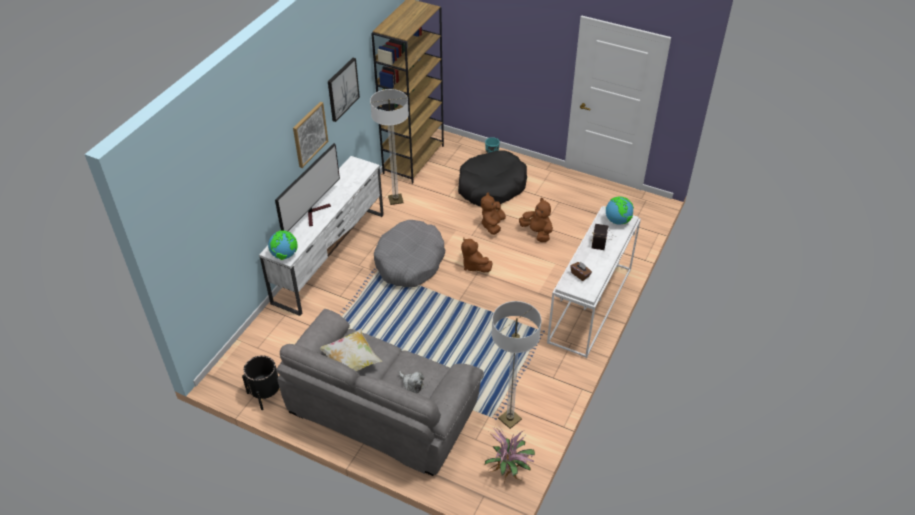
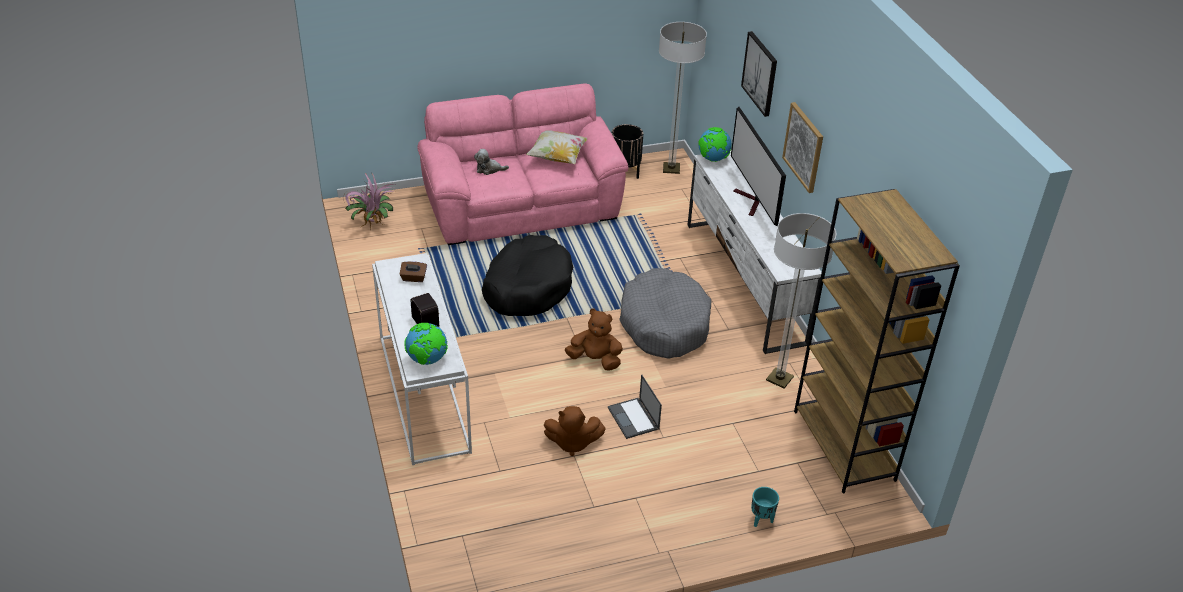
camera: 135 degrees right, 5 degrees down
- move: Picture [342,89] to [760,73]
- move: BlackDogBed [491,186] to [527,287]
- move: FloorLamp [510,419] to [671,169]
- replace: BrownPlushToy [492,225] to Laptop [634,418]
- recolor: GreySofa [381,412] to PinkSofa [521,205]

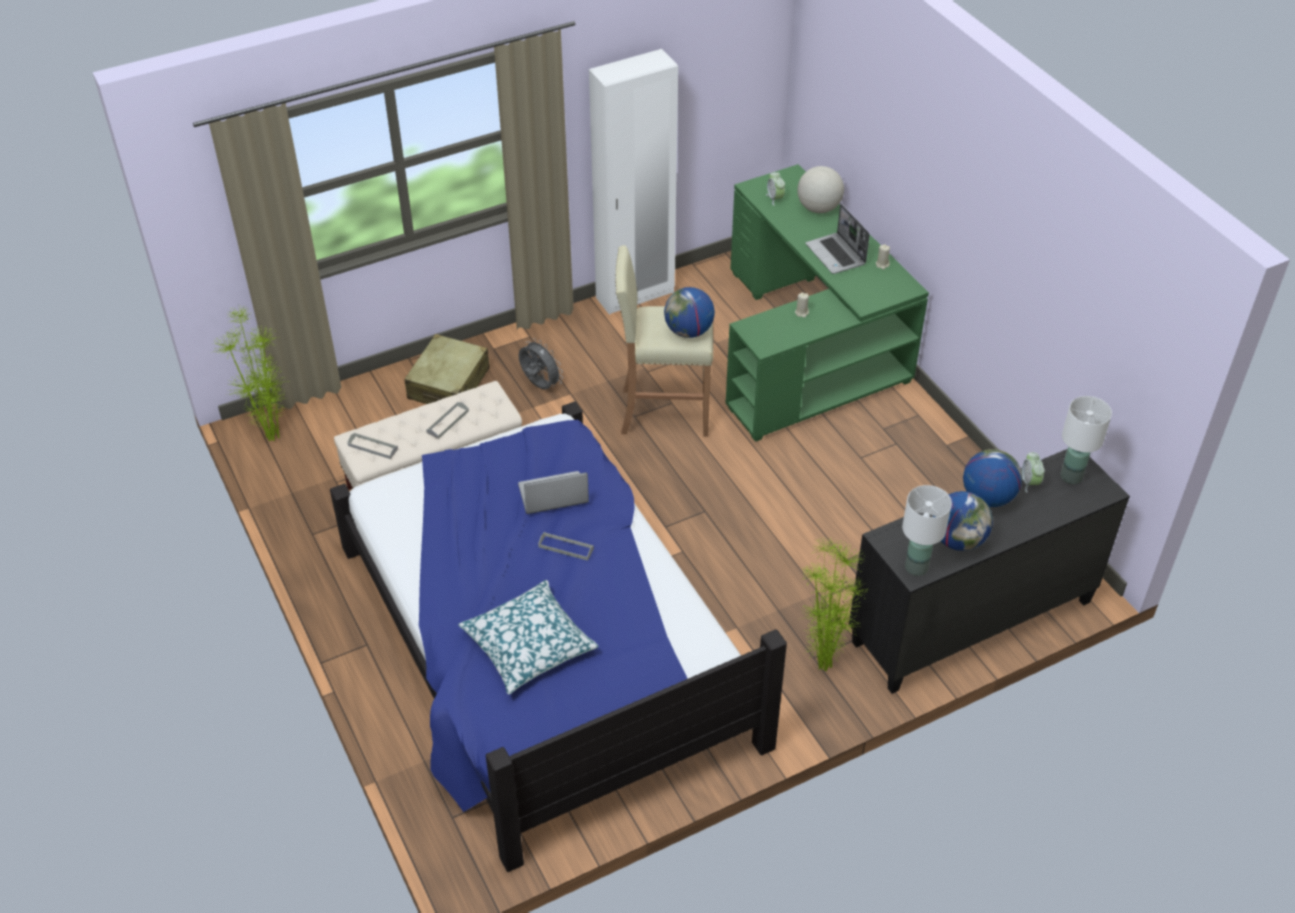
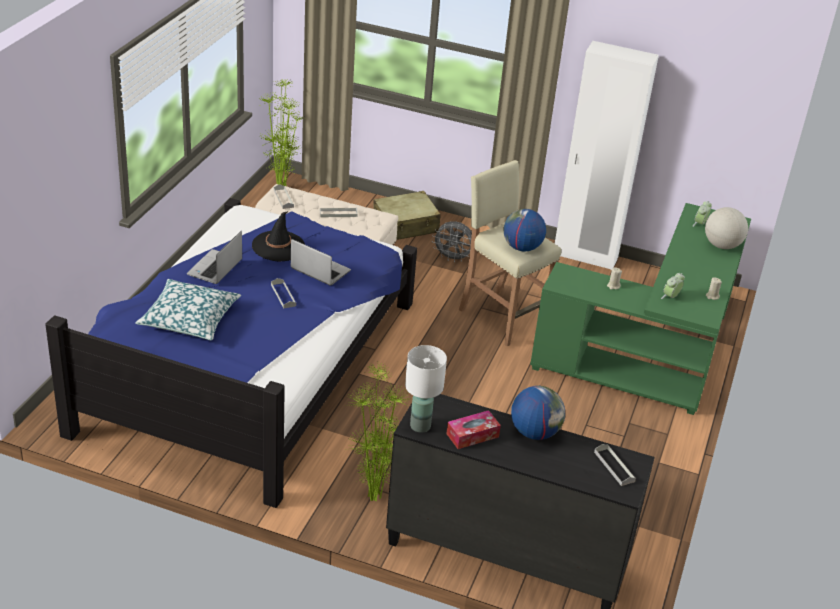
camera: 45 degrees right, 10 degrees down
- insert: BlackHat [278,246]
- move: Laptop [836,255] to [215,268]
- move: AlarmClock [1029,483] to [671,297]
- replace: Globe [958,540] to TissueBox [472,435]
- replace: WhiteTableLamp [1070,477] to GreyTray [614,467]
- rotate: GreyFan [539,385] = [453,258] 105 degrees clockwise

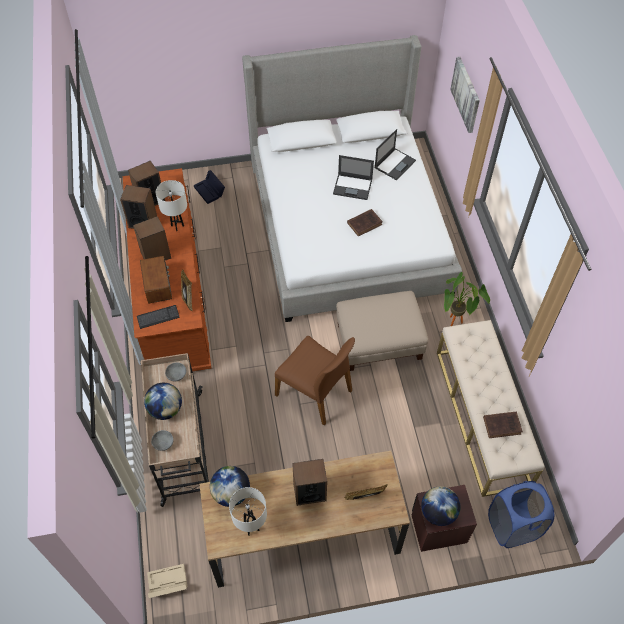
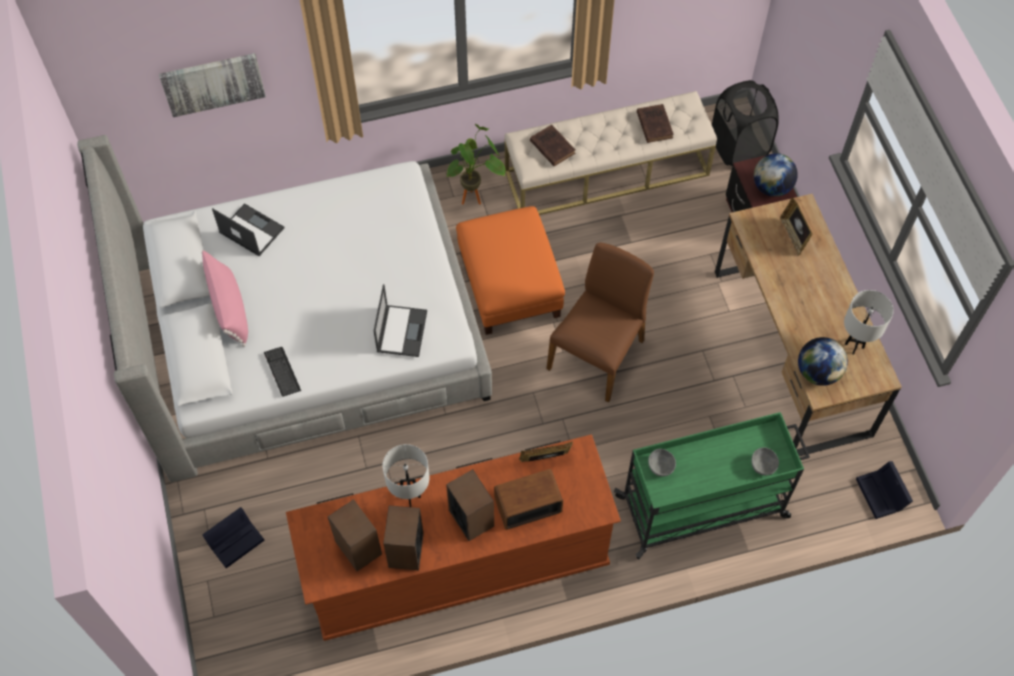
camera: 95 degrees left, 5 degrees up
- delete: Globe [165,409]
- delete: Speaker [309,492]
- insert: PinkPillow [229,307]
- move: Keyboard [158,317] to [282,372]
- move: Laptop [353,187] to [402,330]
- move: BrownBook [365,223] to [551,146]
- recolor: BeigeCart [182,448] to GreenCart [704,506]
- recolor: BeigeStorageBox [166,584] to BlackStorageBox [882,495]
- recolor: BeigeOttoman [379,340] to OrangeOttoman [508,283]
- recolor: BlueLaundryBasket [512,526] to BlackLaundryBasket [738,148]

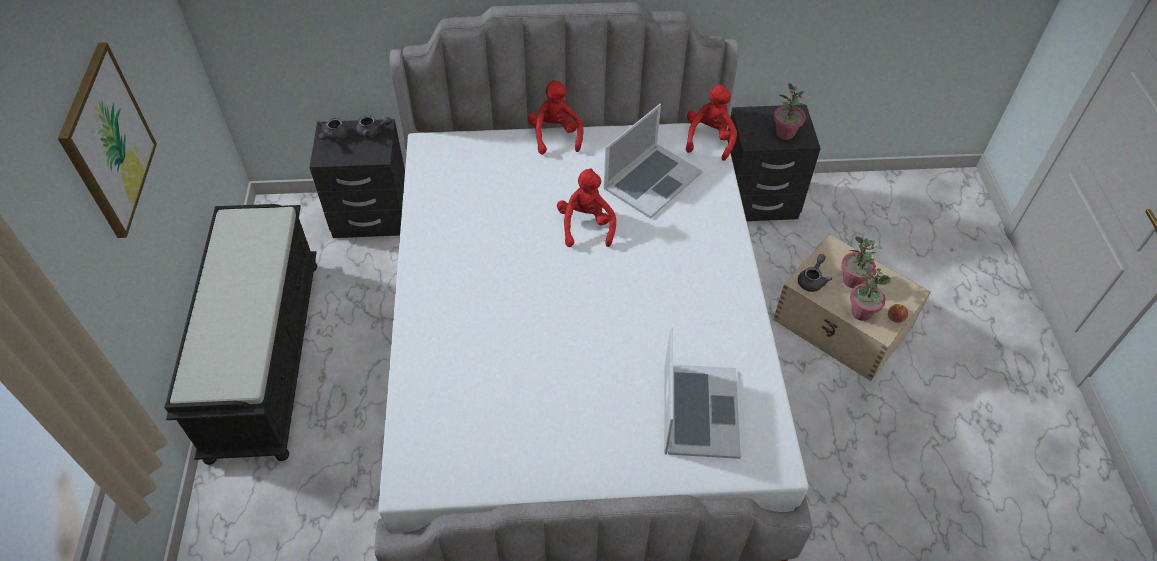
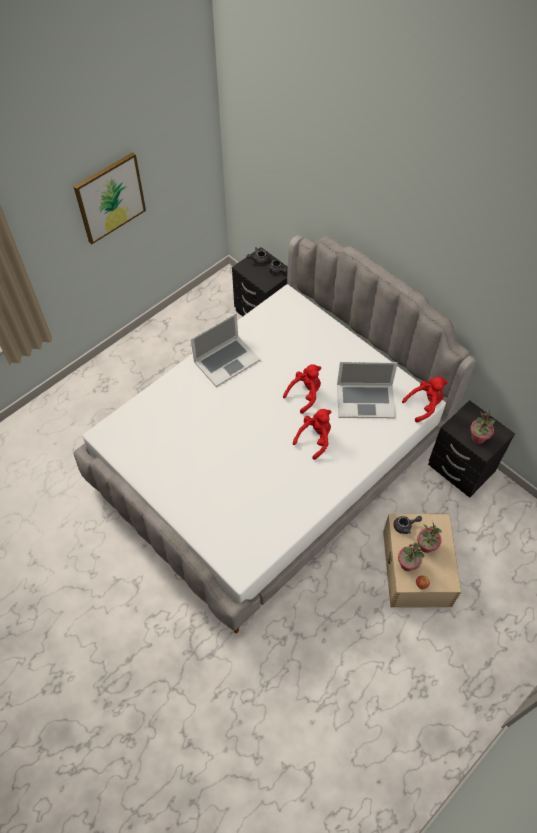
camera: 50 degrees right, 5 degrees up
- delete: BlackBench [263,355]
- move: RedPlushToy [555,135] to [315,439]
- move: Laptop [699,410] to [226,360]

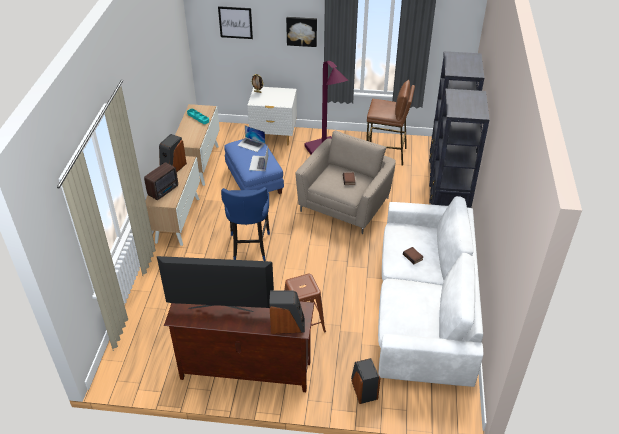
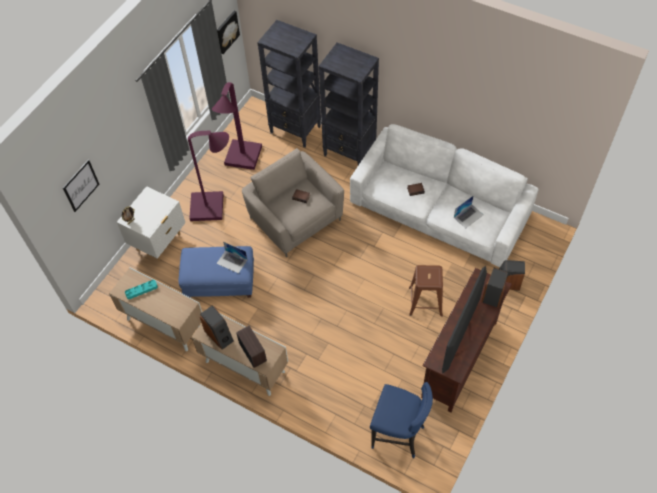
camera: 65 degrees left, 15 degrees up
- move: BlueStool [249,247] to [398,435]
- move: Laptop [251,144] to [468,216]
- move: Picture [301,31] to [227,31]
- replace: BrownStool [386,154] to PurpleFloorLamp [241,160]

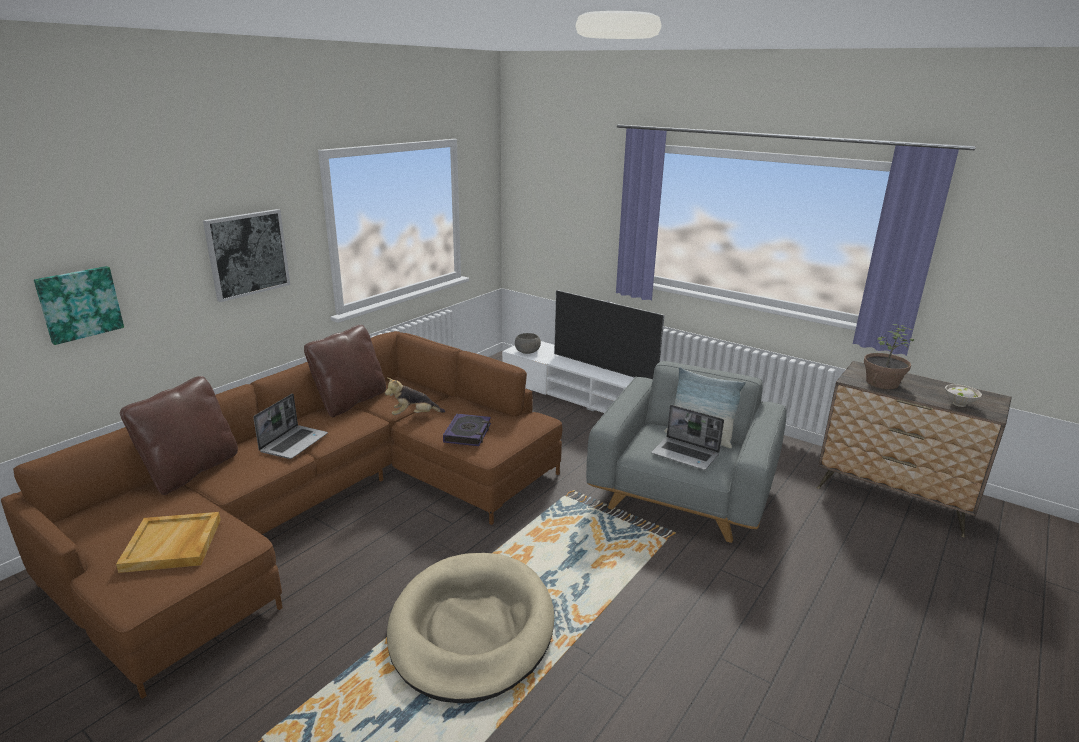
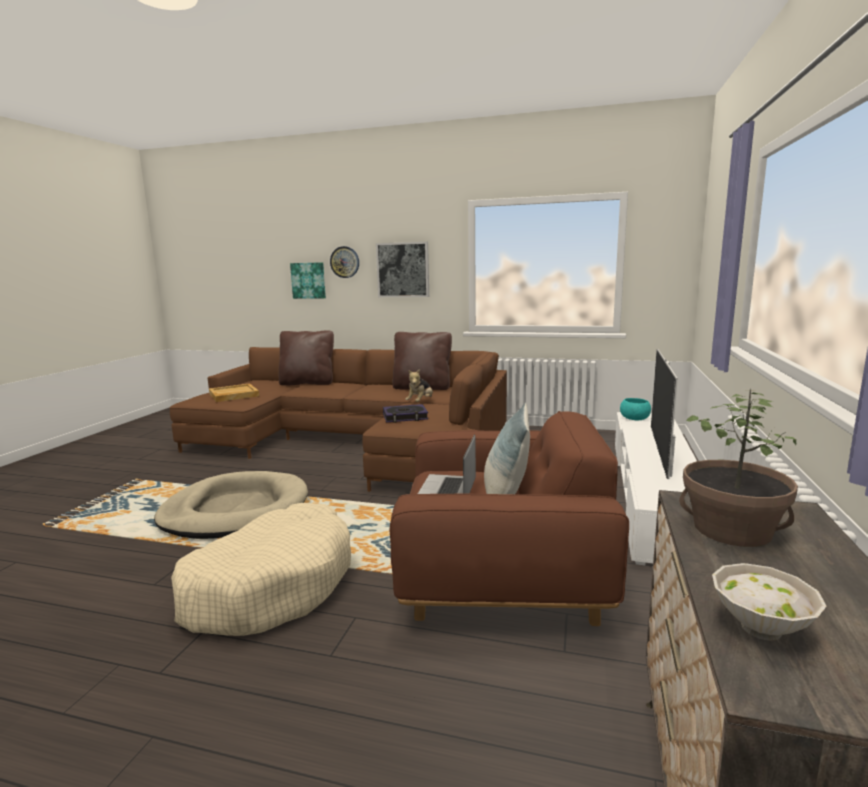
camera: 70 degrees right, 10 degrees down
- delete: Laptop [294,443]
- insert: BeigeDogBed [270,585]
- insert: WallClock [345,262]
- recolor: GreyBowl [527,351] to TurquoiseBowl [635,418]
- recolor: GreyArmchair [683,493] to BrownArmchair [500,573]
- rotate: PlushToy [414,415] = [420,402] 120 degrees counterclockwise

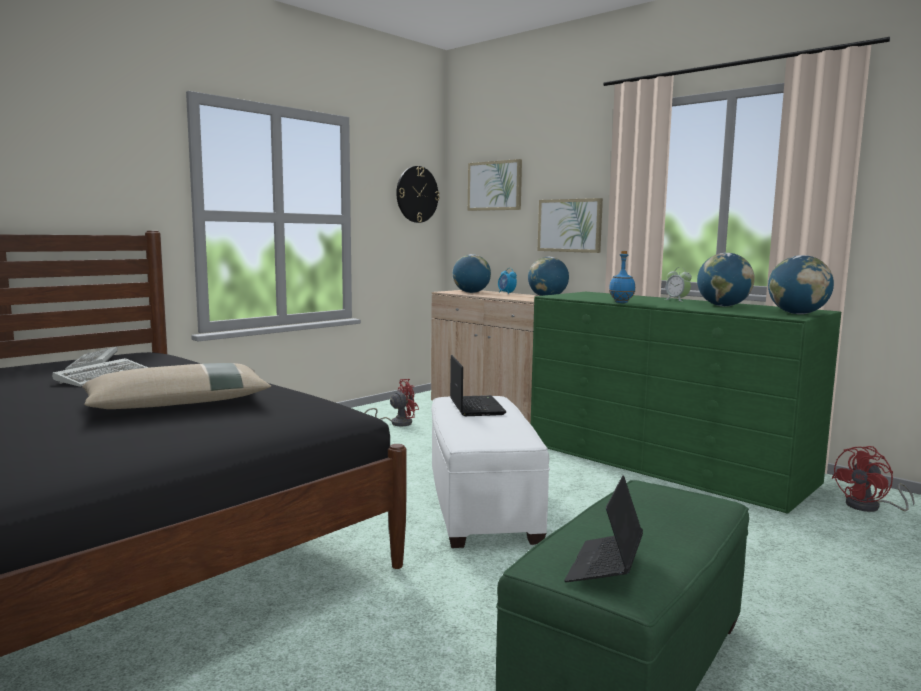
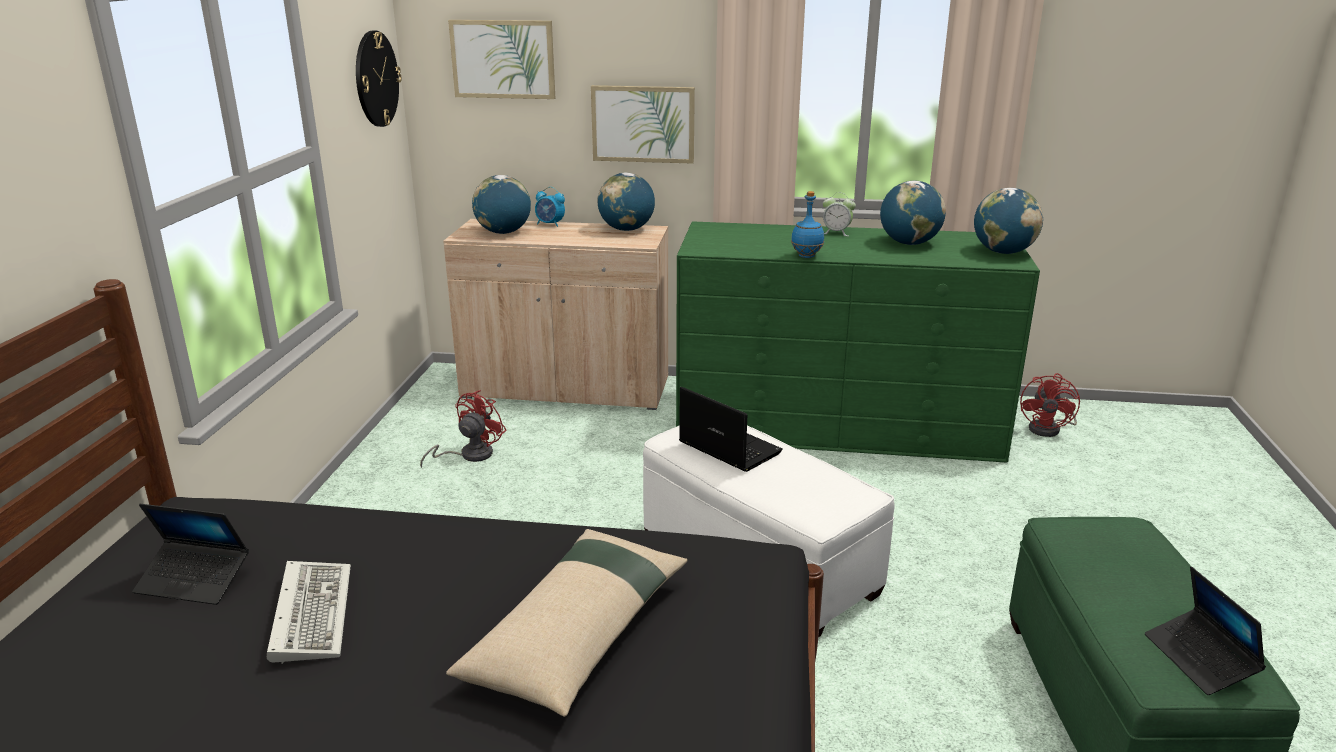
camera: 35 degrees left, 15 degrees up
- replace: Keyboard [94,363] to Laptop [194,581]

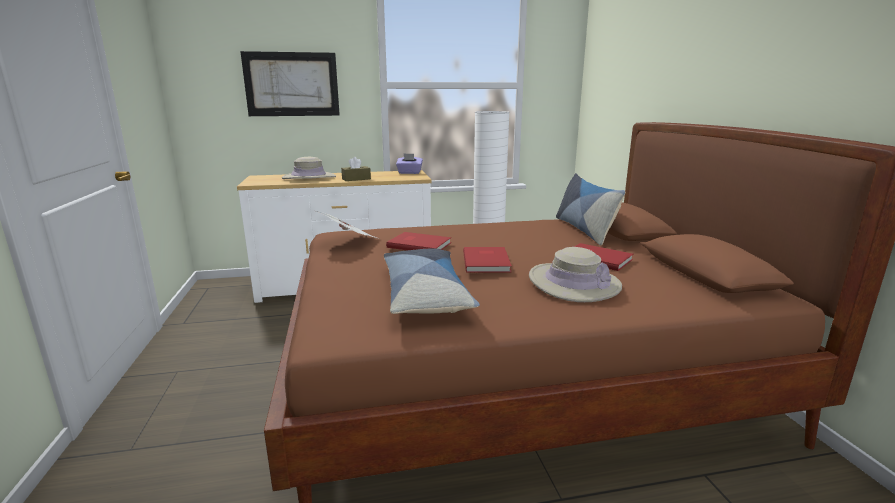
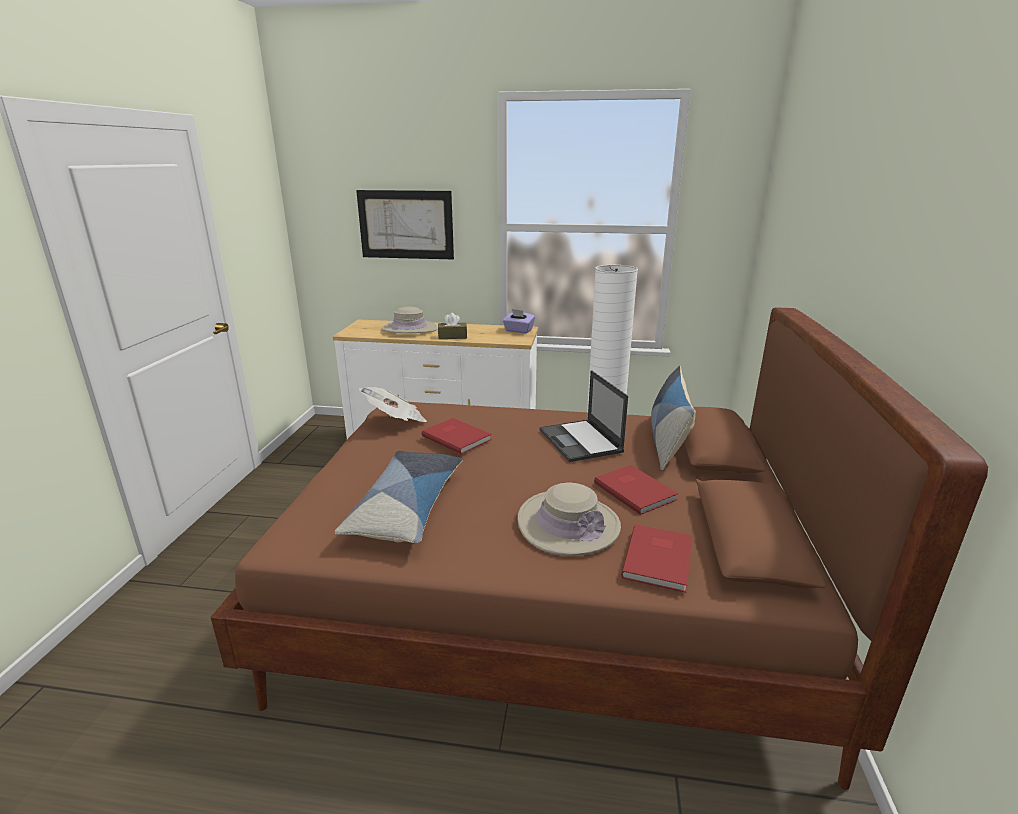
camera: 20 degrees right, 5 degrees up
- insert: Laptop [581,441]
- move: RedBook [487,261] to [660,559]

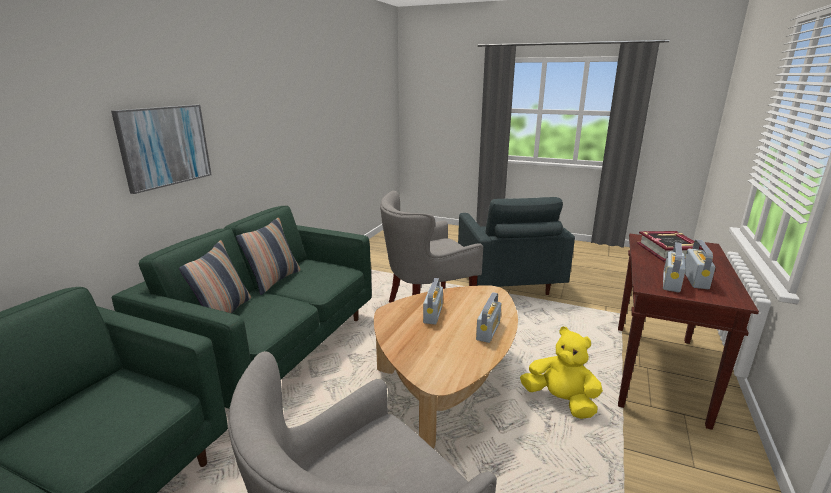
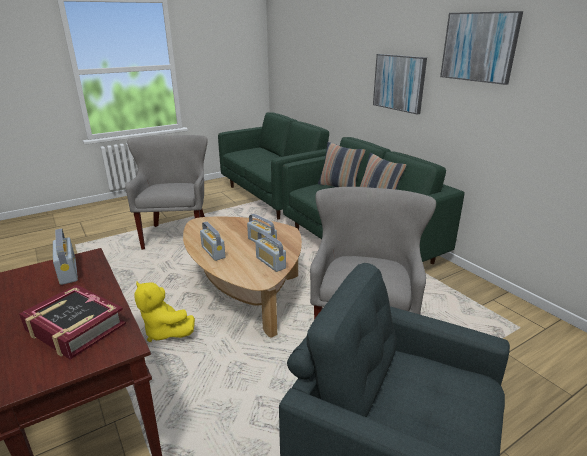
camera: 125 degrees right, 5 degrees up
- insert: Picture [479,47]
- move: Radio [695,279] to [270,263]
- rotate: YellowPlushToy [560,401] = [165,332] 60 degrees clockwise

